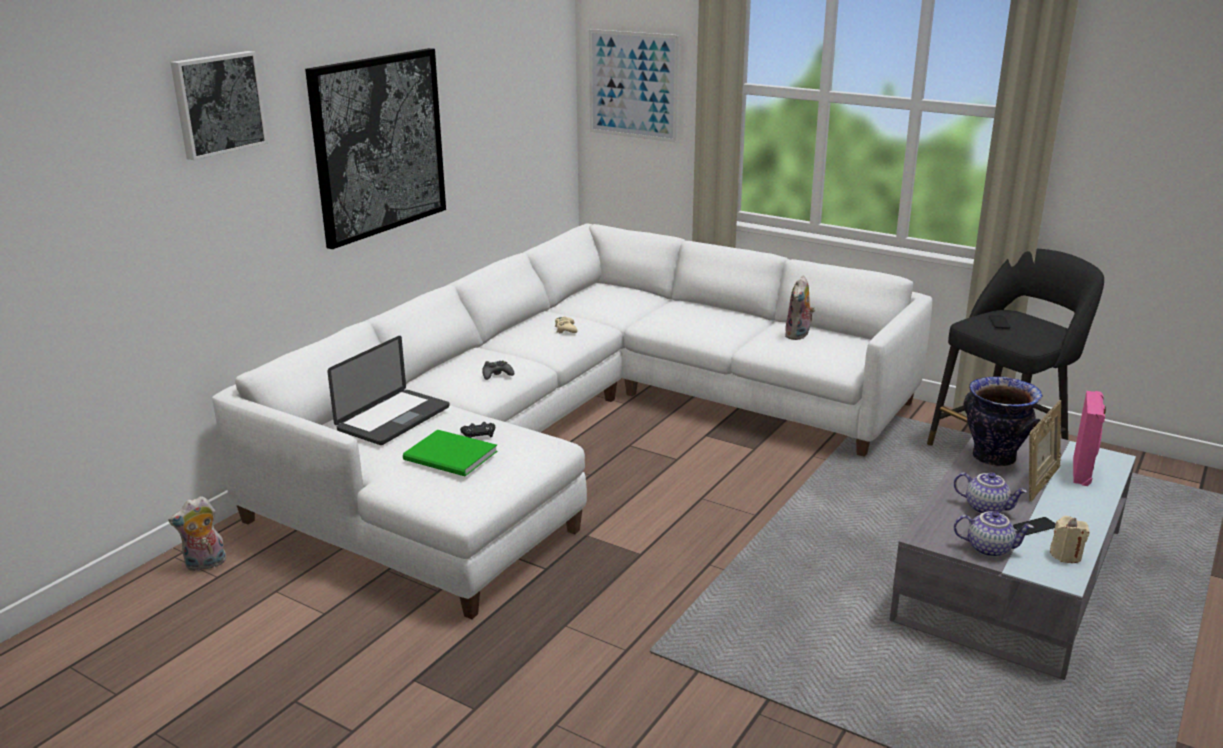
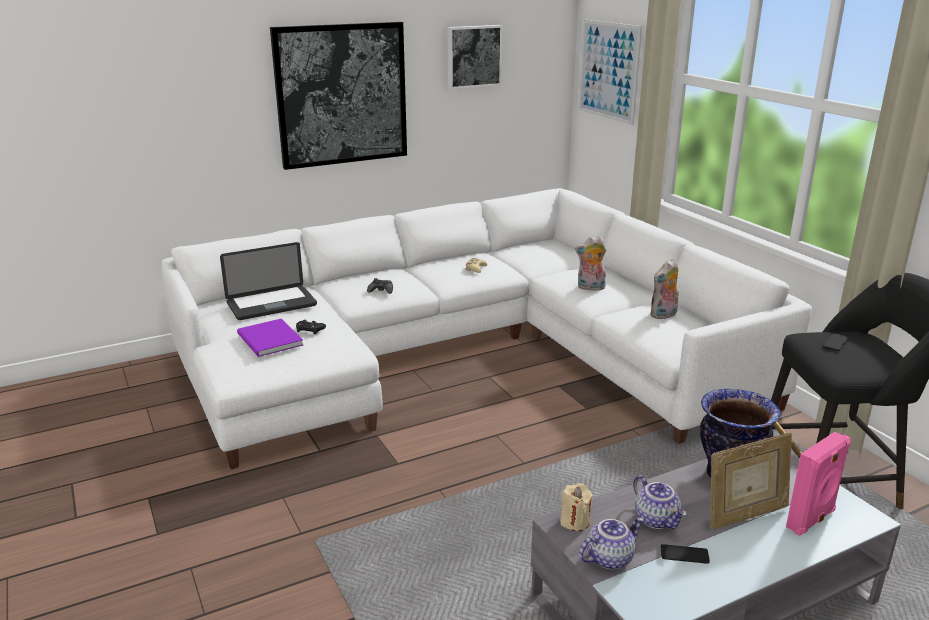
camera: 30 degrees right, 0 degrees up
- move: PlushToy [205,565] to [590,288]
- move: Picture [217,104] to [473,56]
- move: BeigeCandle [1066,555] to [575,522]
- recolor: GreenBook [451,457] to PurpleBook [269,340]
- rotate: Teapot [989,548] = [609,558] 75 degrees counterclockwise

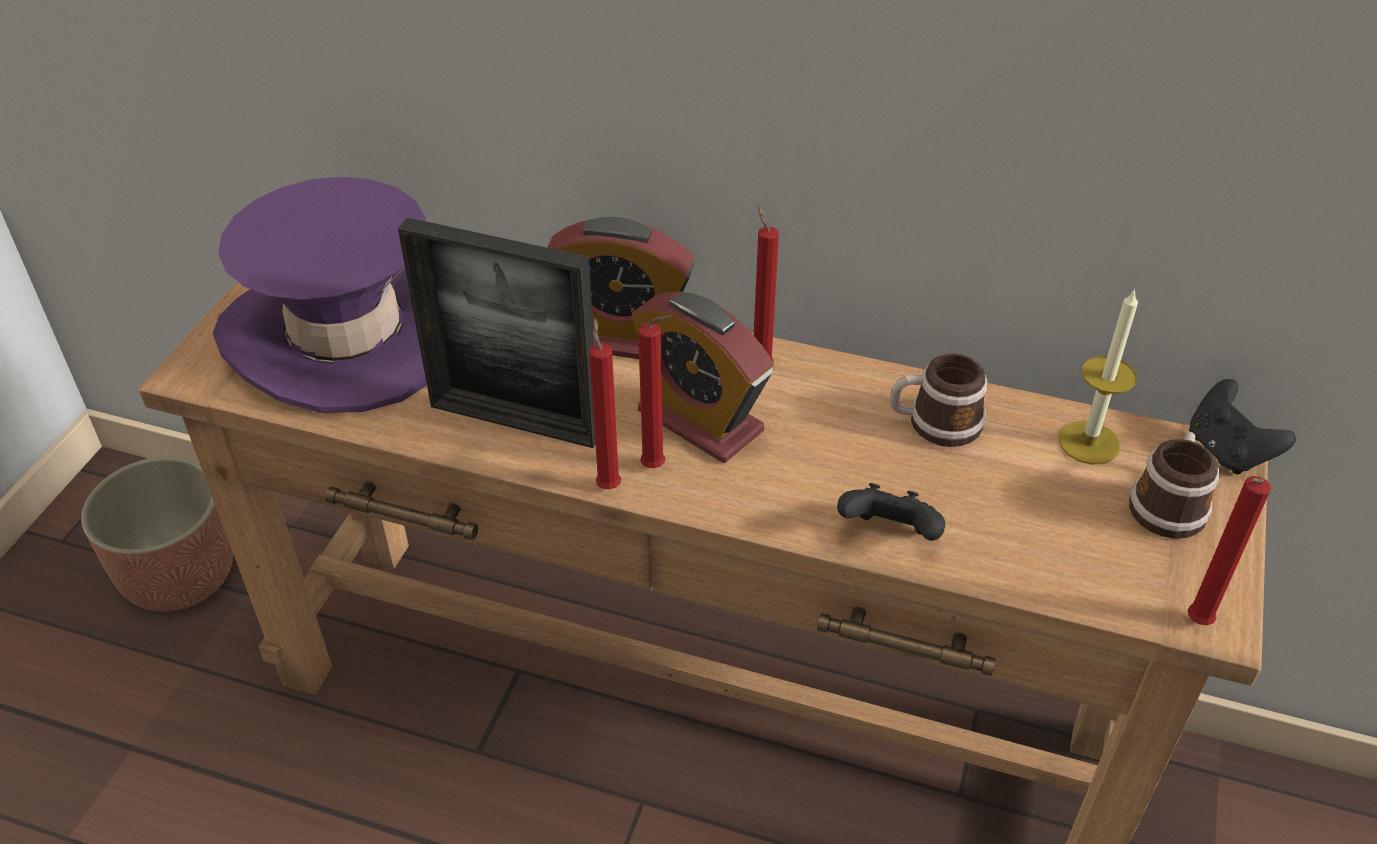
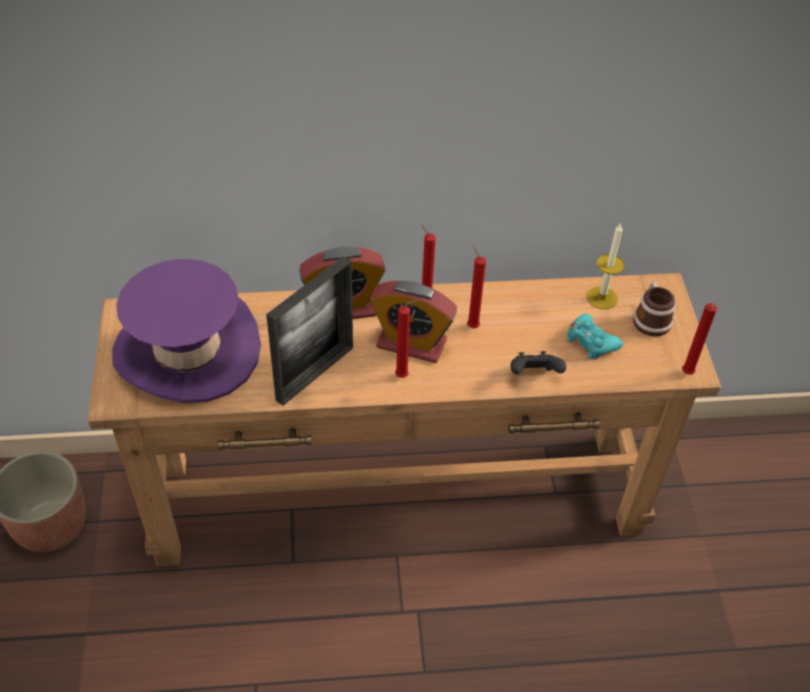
camera: 25 degrees left, 5 degrees up
- delete: Mug [934,423]
- delete: BlackGameController [1227,451]
- insert: TurquoiseGameController [591,342]
- move: RedCandle [608,484] to [471,325]
- rotate: PictureFrame [514,421] = [315,373] 45 degrees counterclockwise

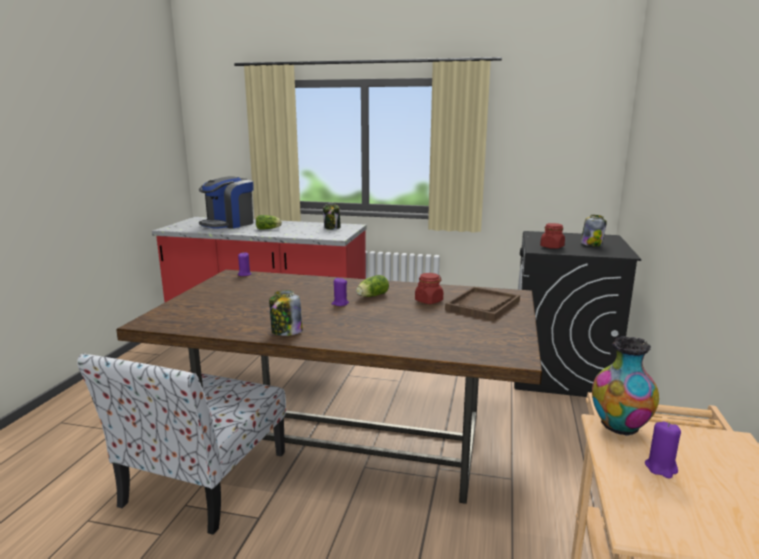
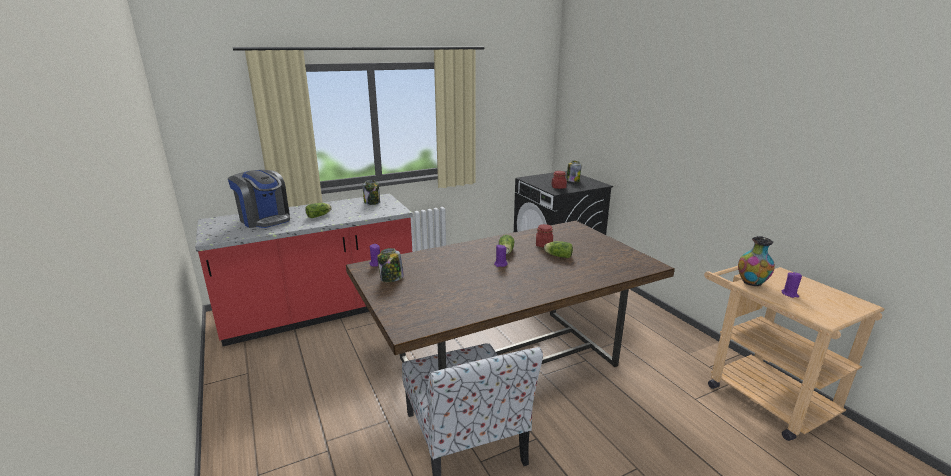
camera: 40 degrees left, 5 degrees up
- delete: BrownTray [483,305]
- insert: Lettuce [557,256]
- move: Jar [286,332] to [391,278]
- rotate: CoffeeMachine [229,224] = [265,219] 45 degrees counterclockwise

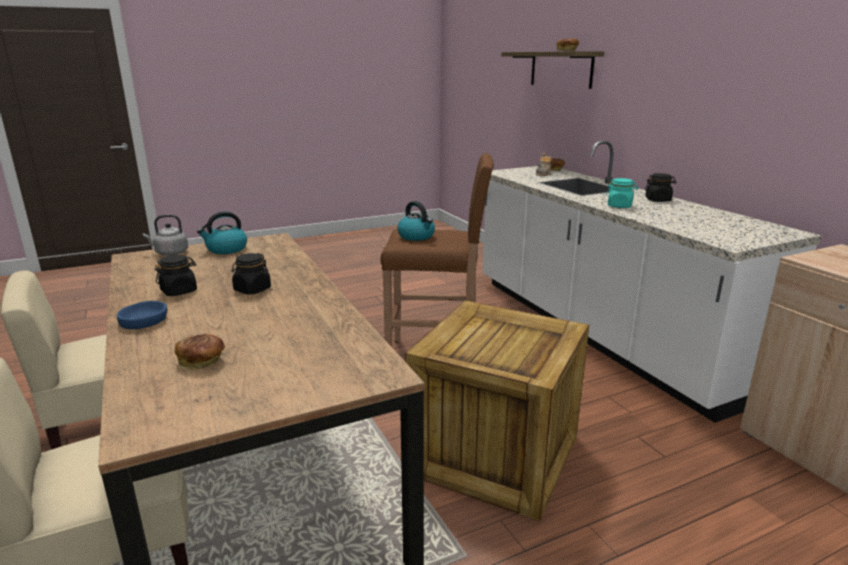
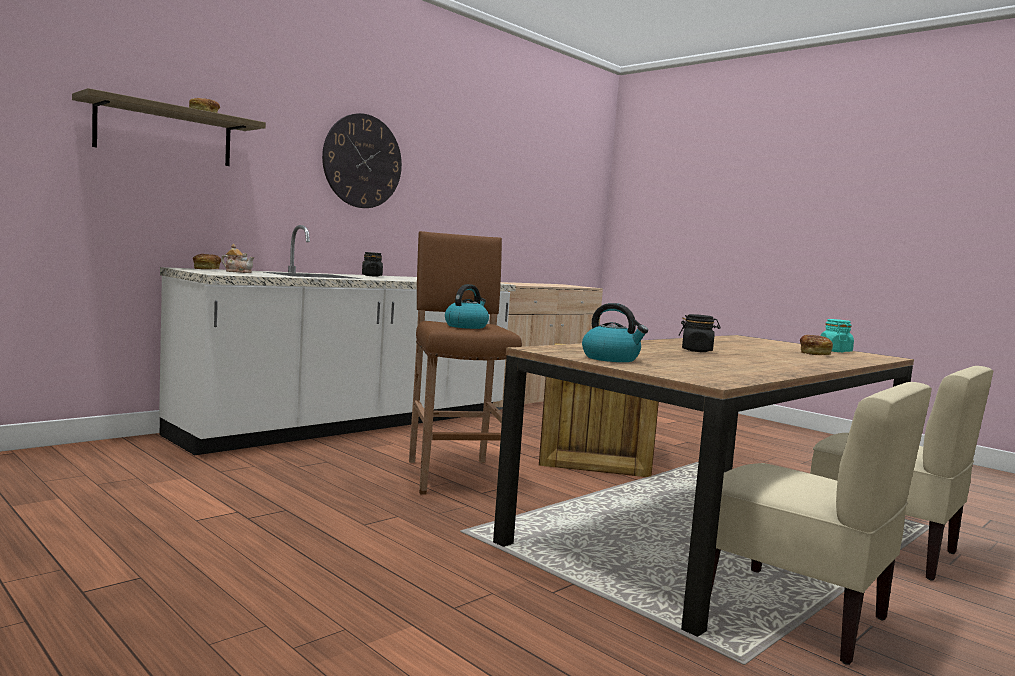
camera: 110 degrees left, 15 degrees down
- delete: BlueBowl [144,321]
- delete: GreyKettle [170,253]
- delete: BlackJar [179,291]
- insert: WallClock [362,161]
- move: TurquoiseJar [620,206] to [835,351]

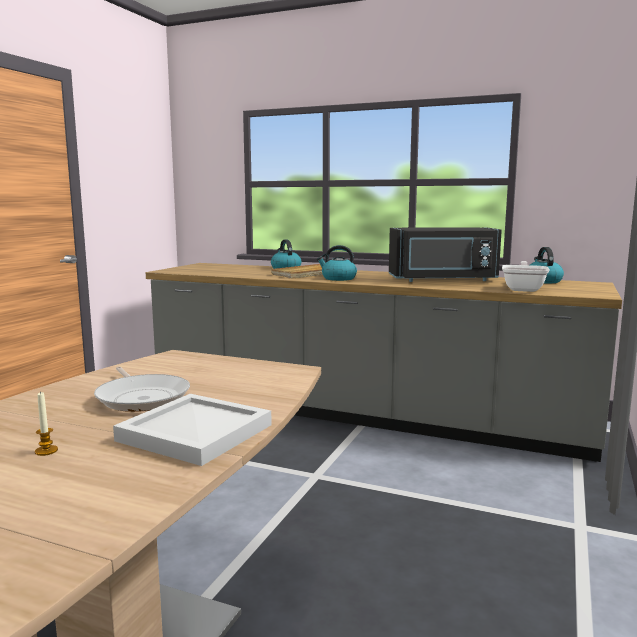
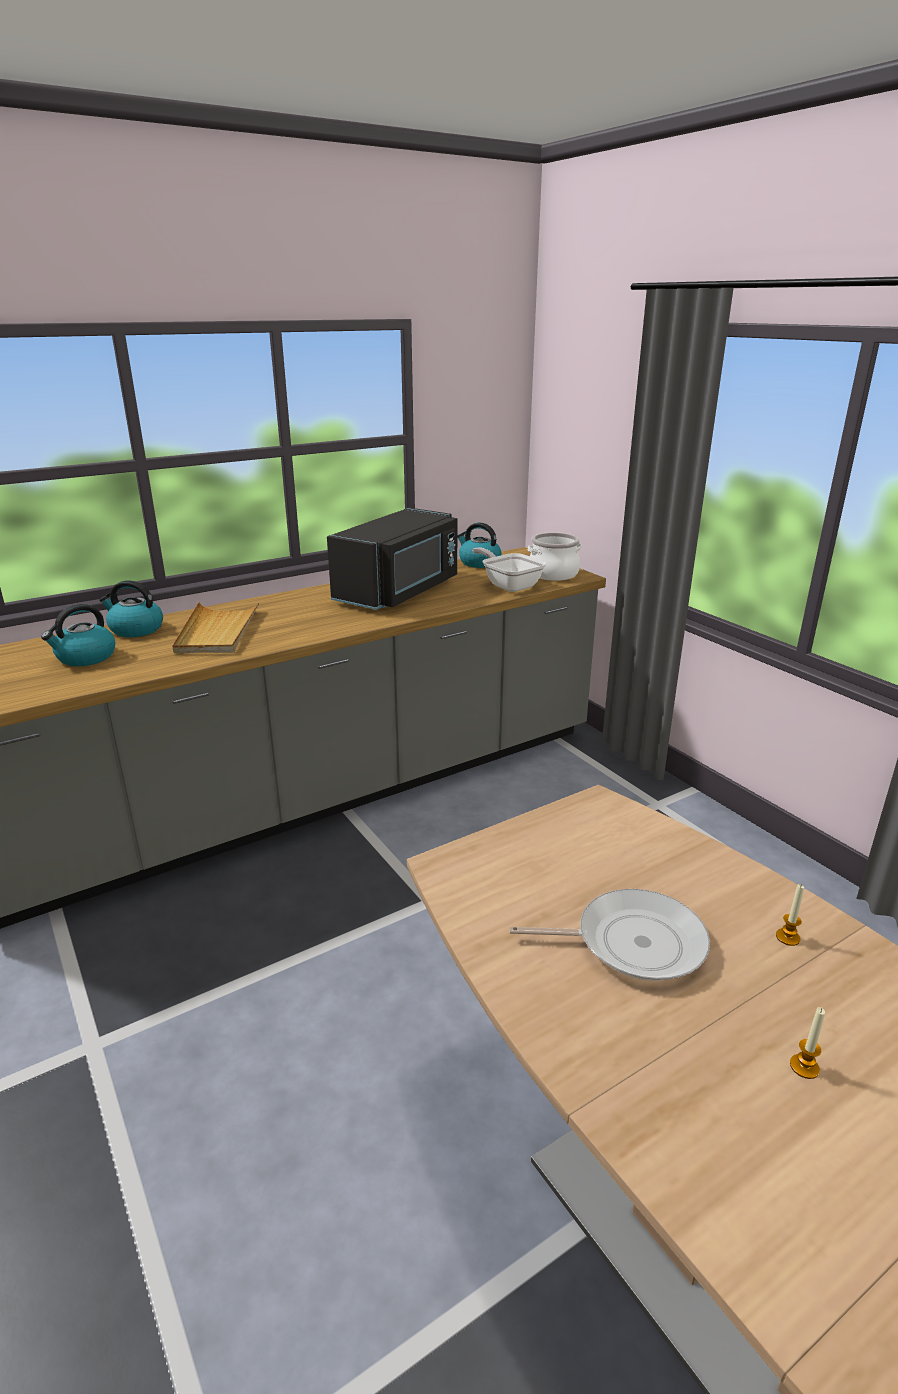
camera: 55 degrees left, 15 degrees up
- insert: CookingPot [553,574]
- move: Kettle [338,278] to [85,657]
- replace: WhiteTray [192,433] to Candle [787,937]

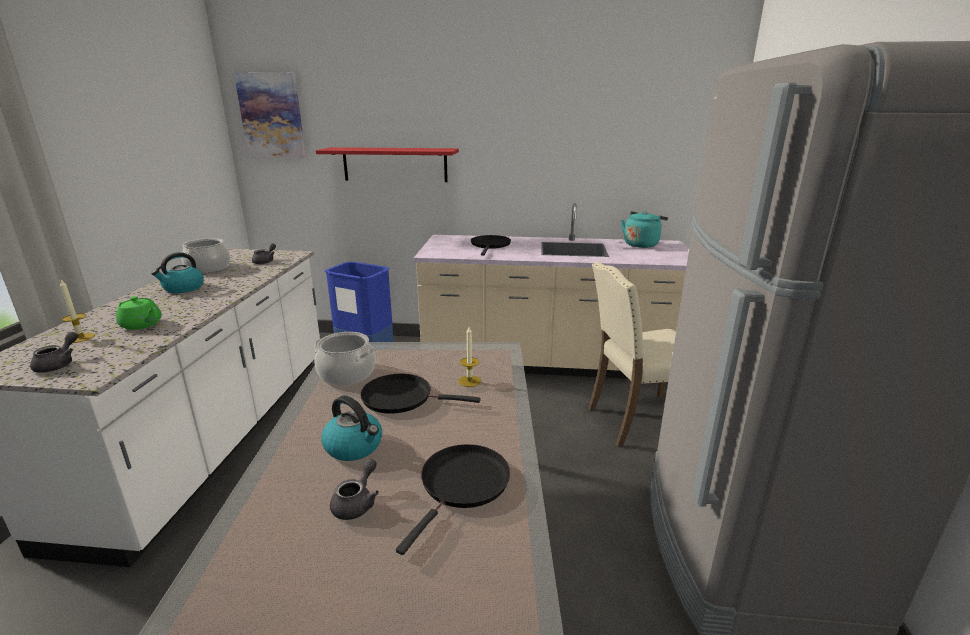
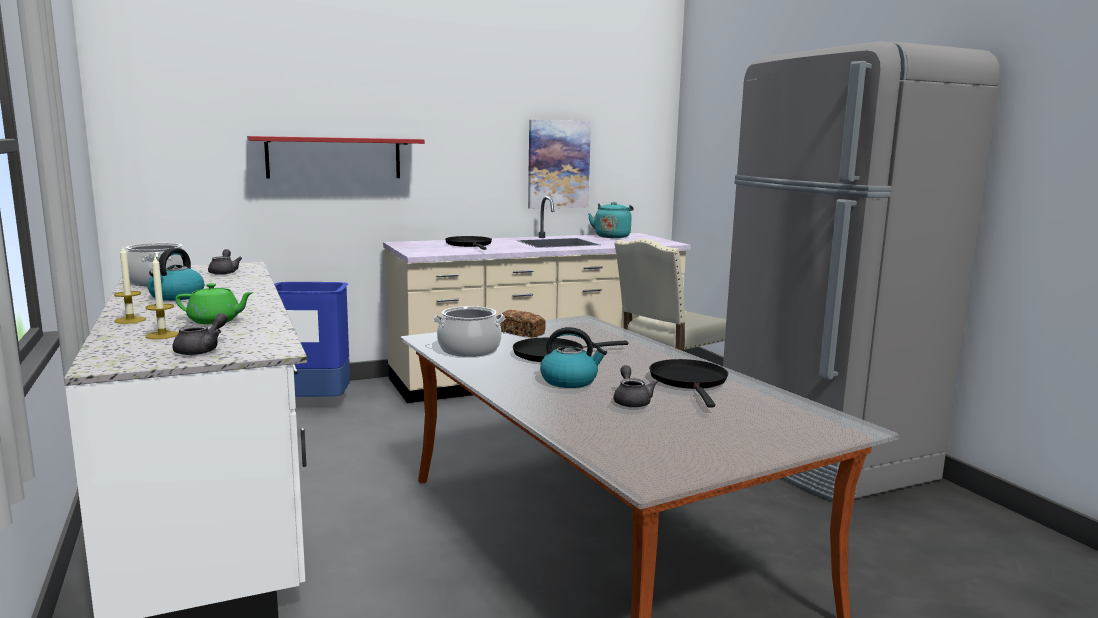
camera: 30 degrees left, 10 degrees down
- insert: Bread [522,333]
- move: Picture [272,116] to [558,164]
- move: Candle [469,381] to [130,320]
- rotate: GreyTeapot [59,364] = [202,350] 45 degrees clockwise

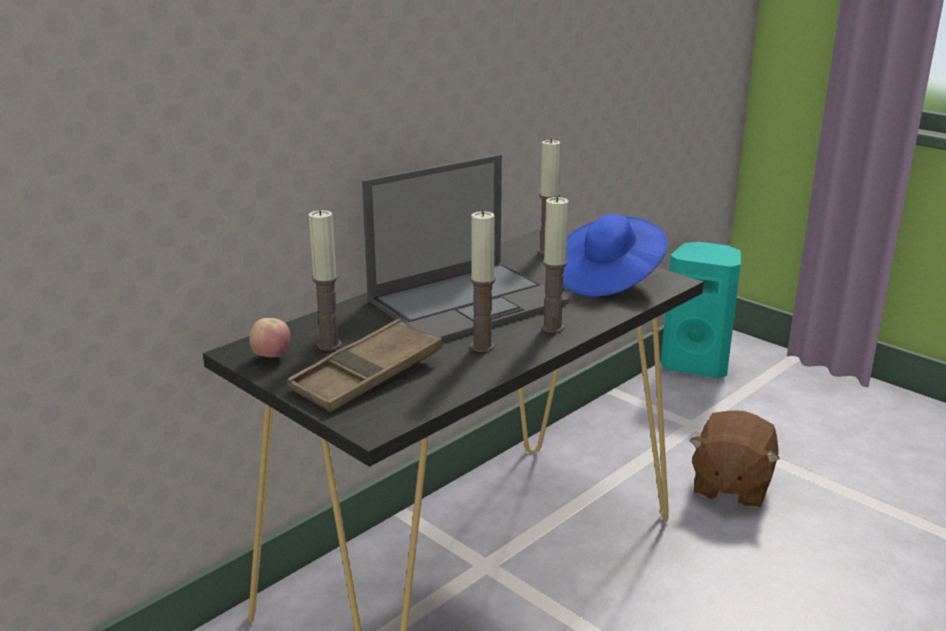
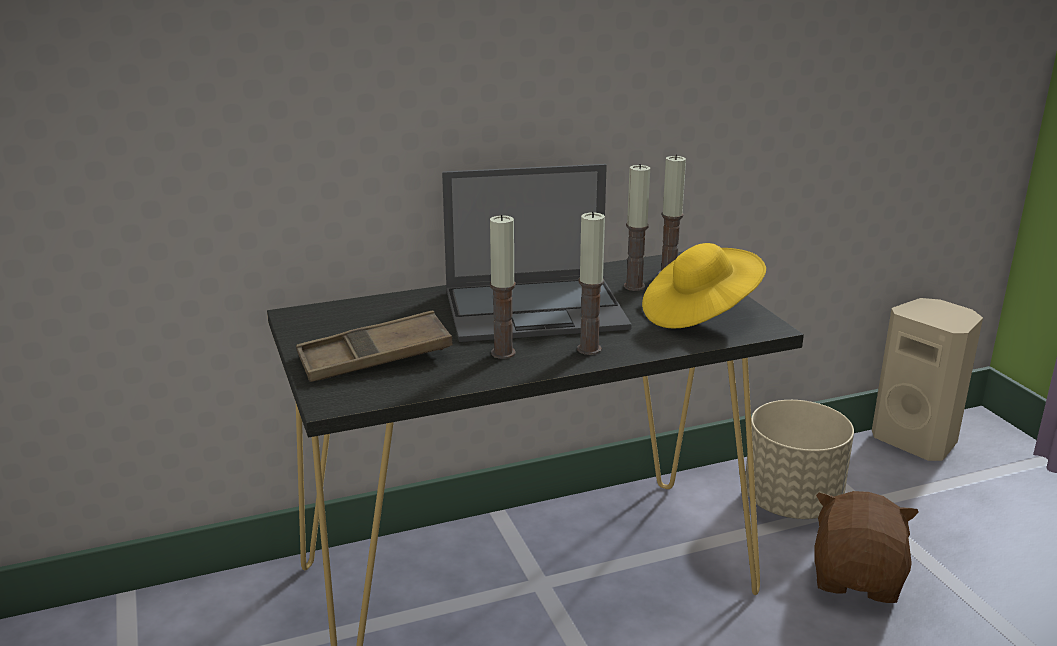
camera: 25 degrees right, 0 degrees up
- delete: Apple [271,357]
- insert: BeigePlanter [792,503]
- move: Candle [329,345] to [634,286]
- recolor: BlueHat [608,280] to YellowHat [699,314]
- recolor: TurquoiseSpeaker [696,364] to BeigeSpeaker [916,440]
- rotate: BrownPlushToy [730,486] = [858,578] 150 degrees clockwise

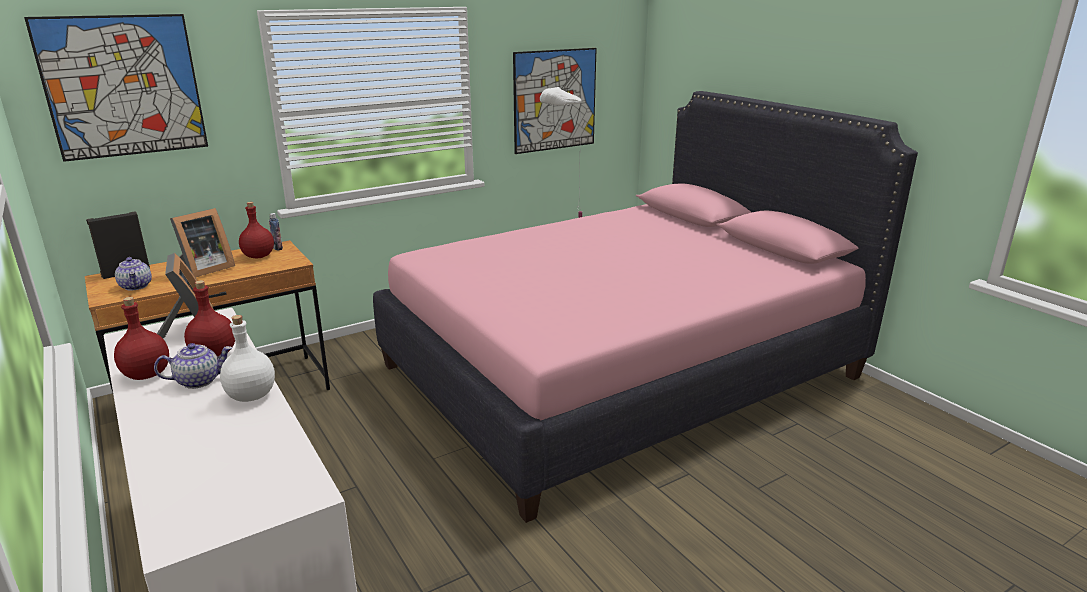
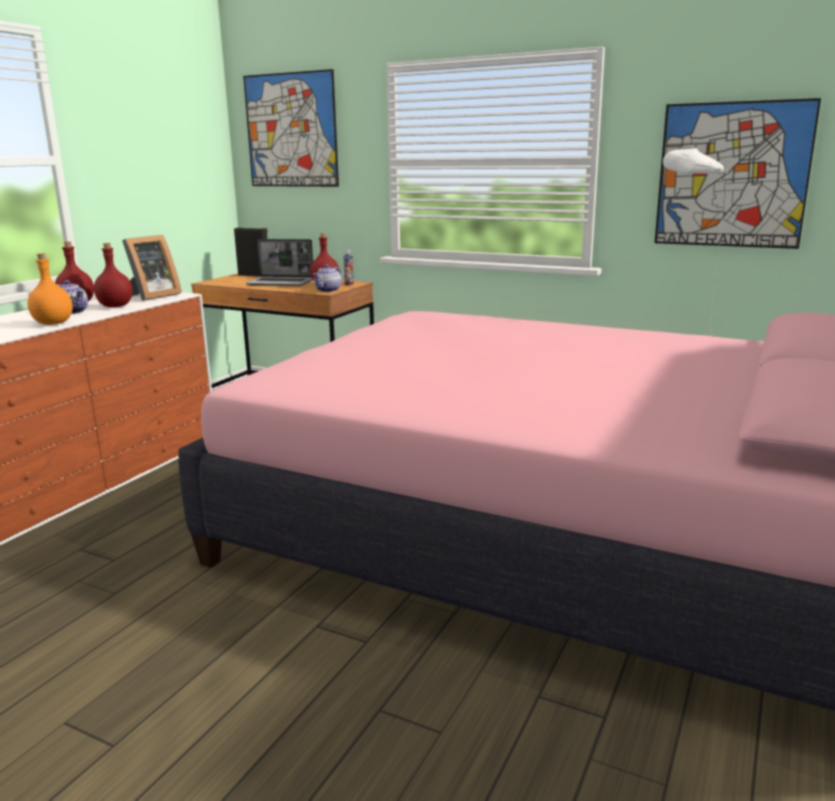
camera: 60 degrees right, 5 degrees down
- move: Teapot [136,286] to [328,290]
- replace: PictureFrame [204,269] to Laptop [282,283]
- recolor: WhiteBottle [251,396] to OrangeBottle [52,323]

